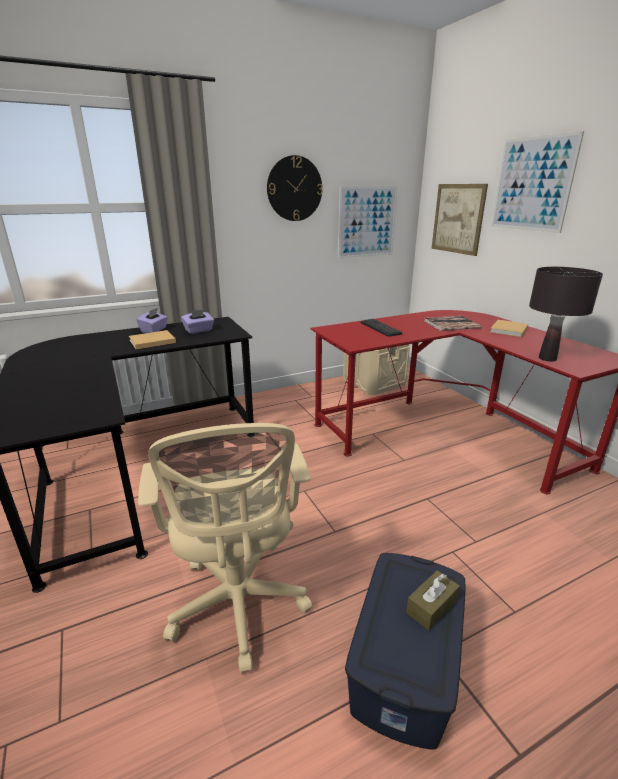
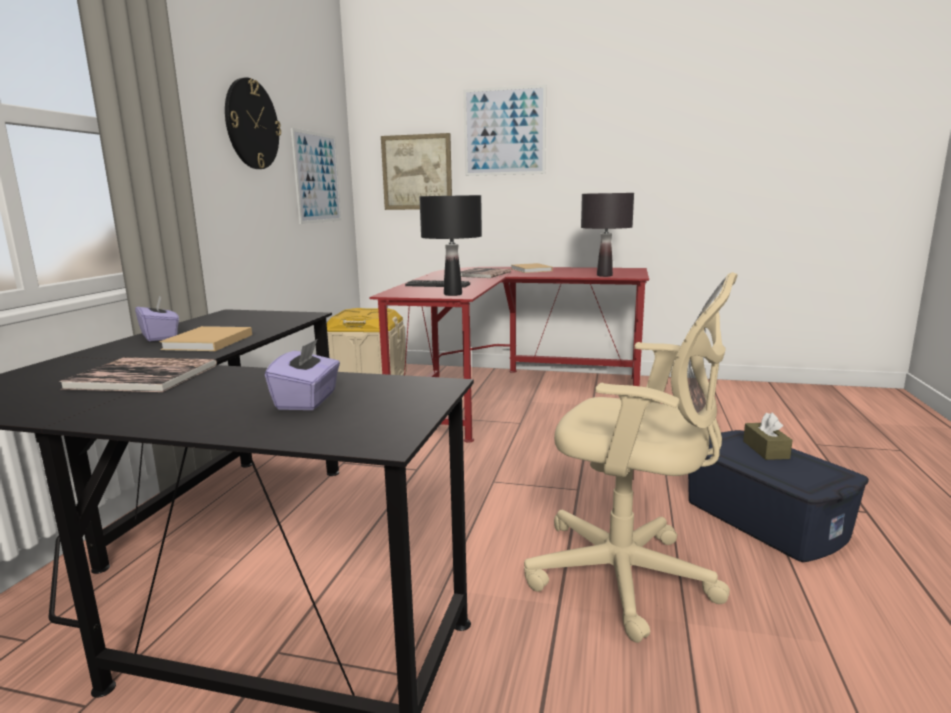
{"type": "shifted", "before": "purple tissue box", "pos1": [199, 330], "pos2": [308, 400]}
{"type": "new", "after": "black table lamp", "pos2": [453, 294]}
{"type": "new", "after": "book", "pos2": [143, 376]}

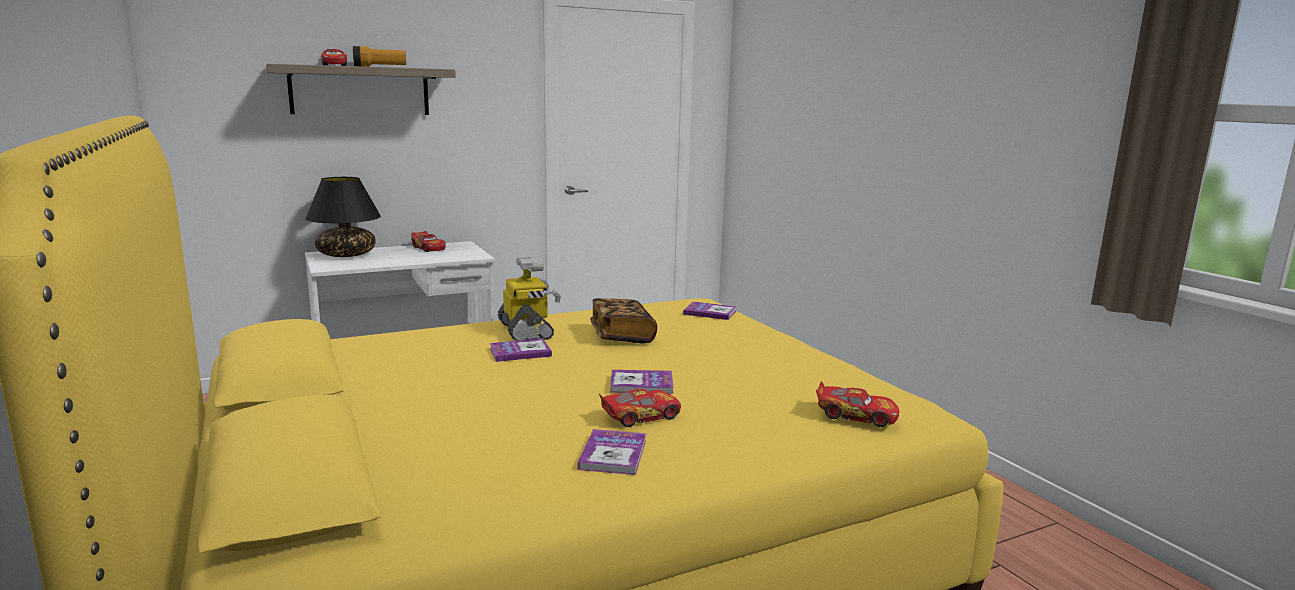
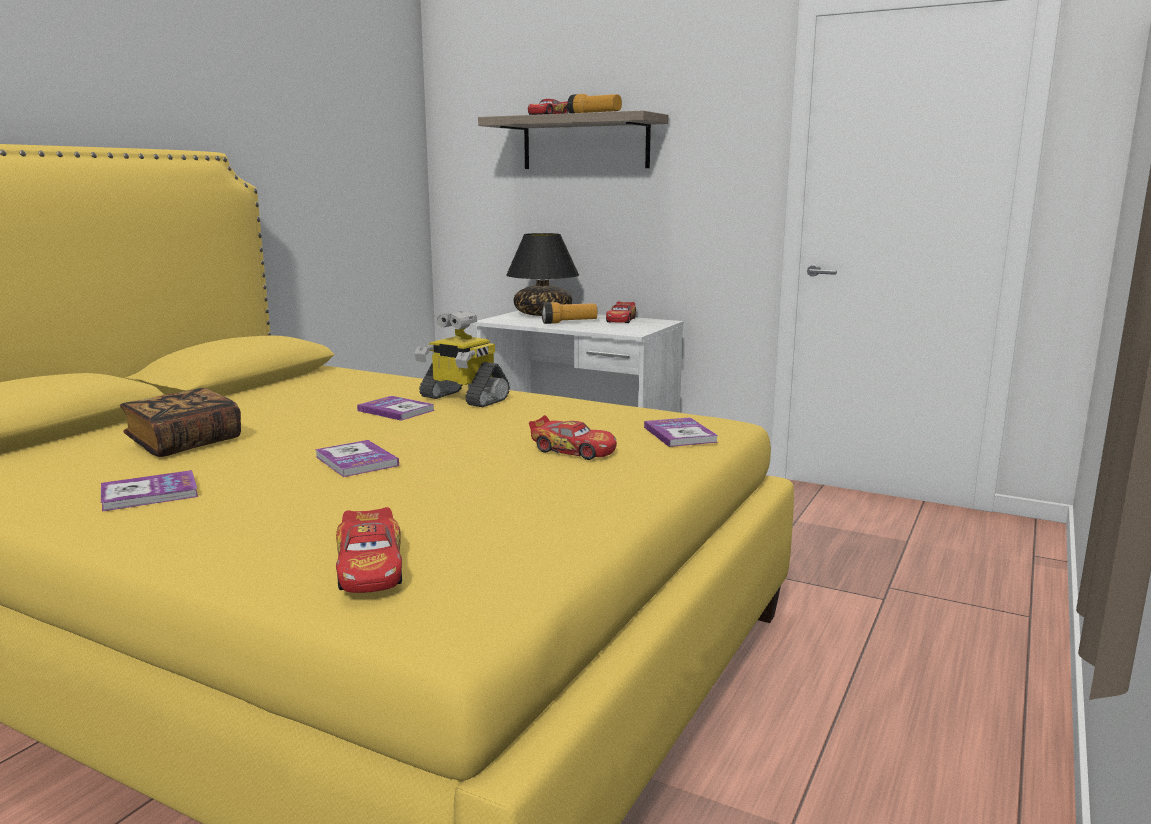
{"type": "rotated", "before": "toy robot", "pos1": [527, 331], "pos2": [462, 398], "turn": 90}
{"type": "shifted", "before": "book", "pos1": [622, 336], "pos2": [184, 443]}
{"type": "shifted", "before": "toy car", "pos1": [641, 416], "pos2": [573, 450]}
{"type": "new", "after": "flashlight", "pos2": [569, 322]}

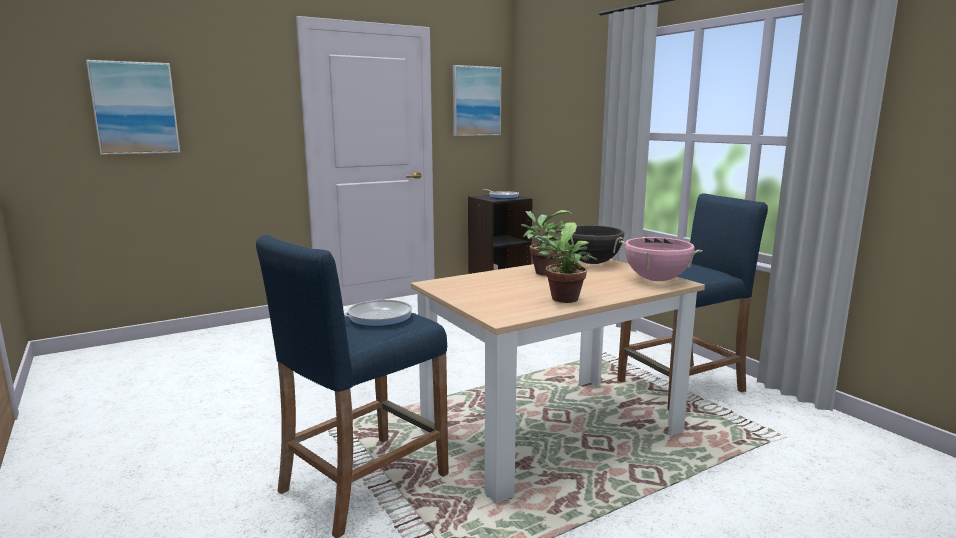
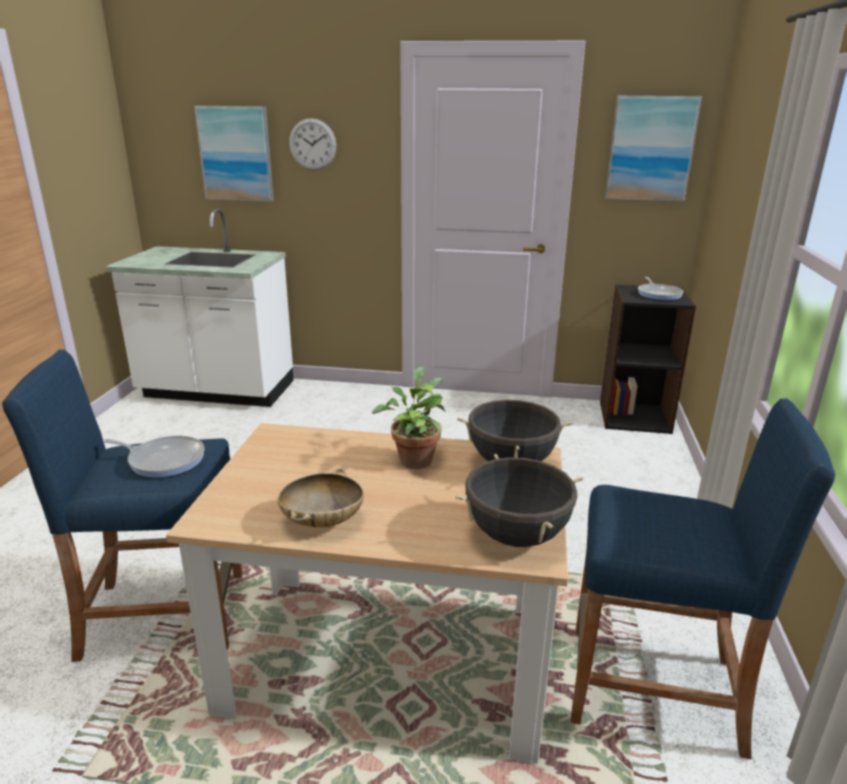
{"type": "swapped", "before": "potted plant", "after": "beige bowl", "pos1": [563, 300], "pos2": [322, 521]}
{"type": "repainted", "before": "pink cooking pot", "after": "black cooking pot", "pos1": [656, 280], "pos2": [516, 536]}
{"type": "new", "after": "wall clock", "pos2": [312, 144]}
{"type": "new", "after": "white counter", "pos2": [217, 392]}

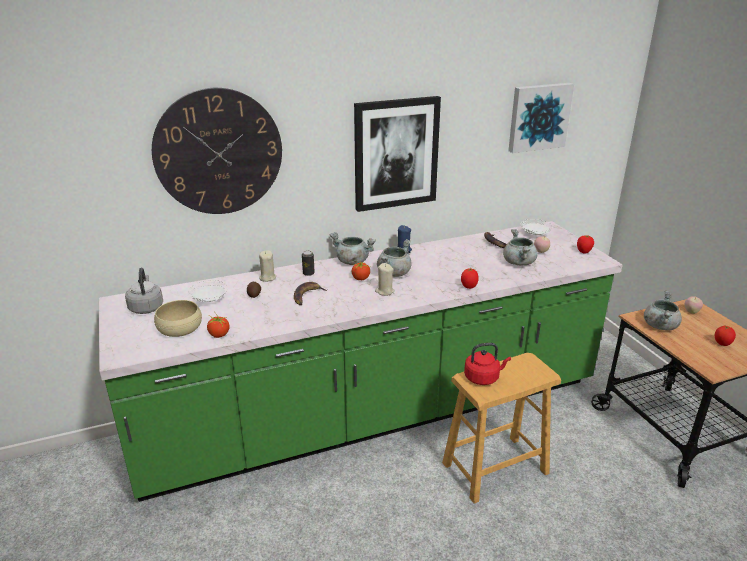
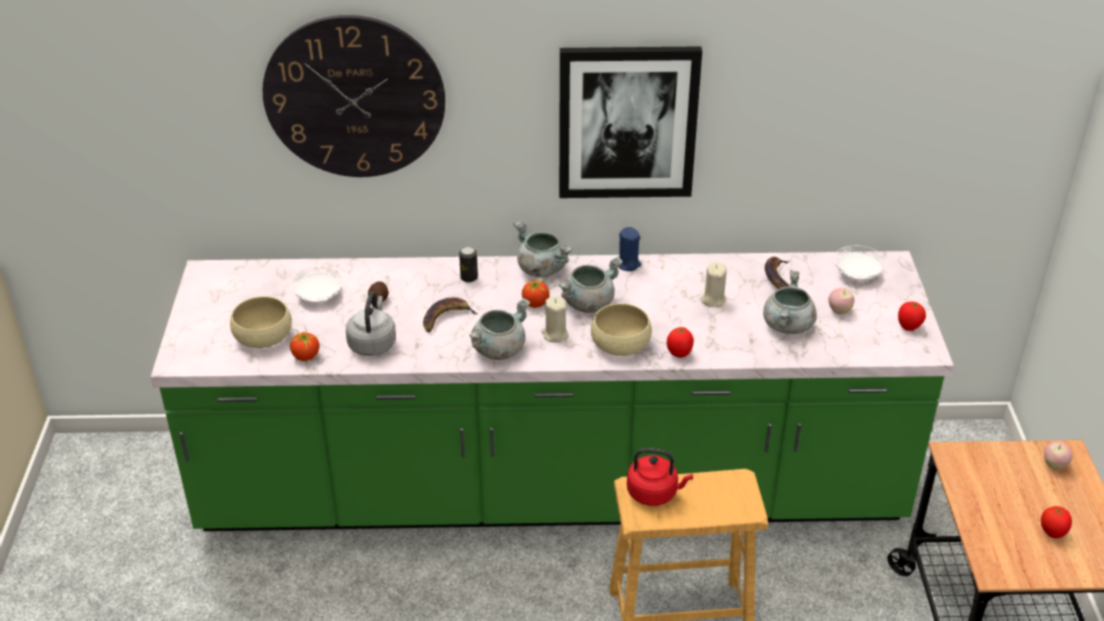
{"type": "gone", "before": "picture", "pos1": [538, 117]}
{"type": "shifted", "before": "beige candle", "pos1": [267, 277], "pos2": [713, 299]}
{"type": "shifted", "before": "grey kettle", "pos1": [146, 307], "pos2": [373, 343]}
{"type": "shifted", "before": "grey cooking pot", "pos1": [660, 325], "pos2": [498, 349]}
{"type": "new", "after": "beige bowl", "pos2": [620, 344]}

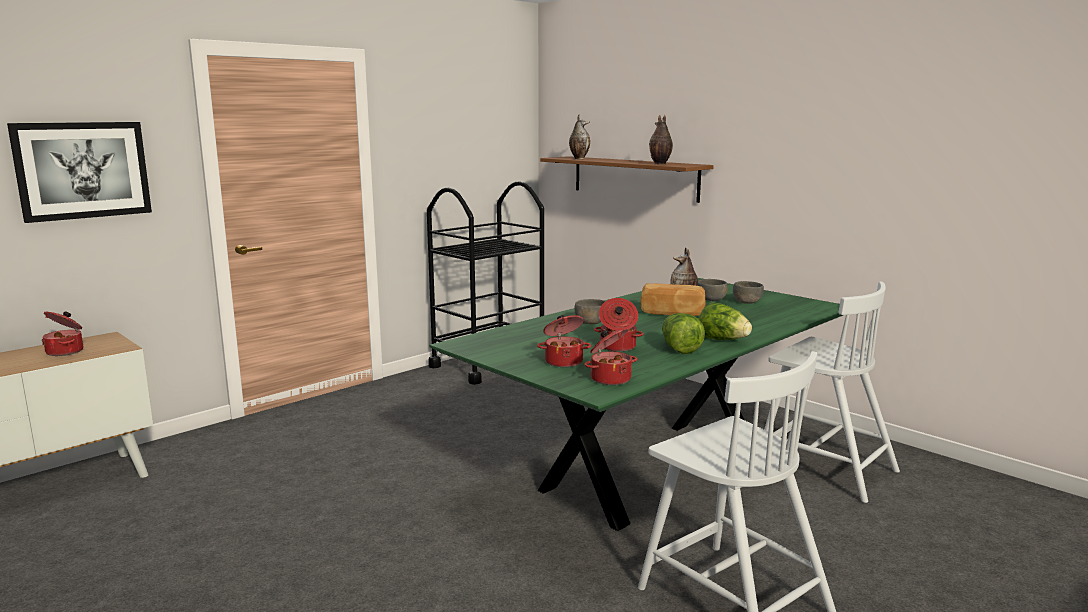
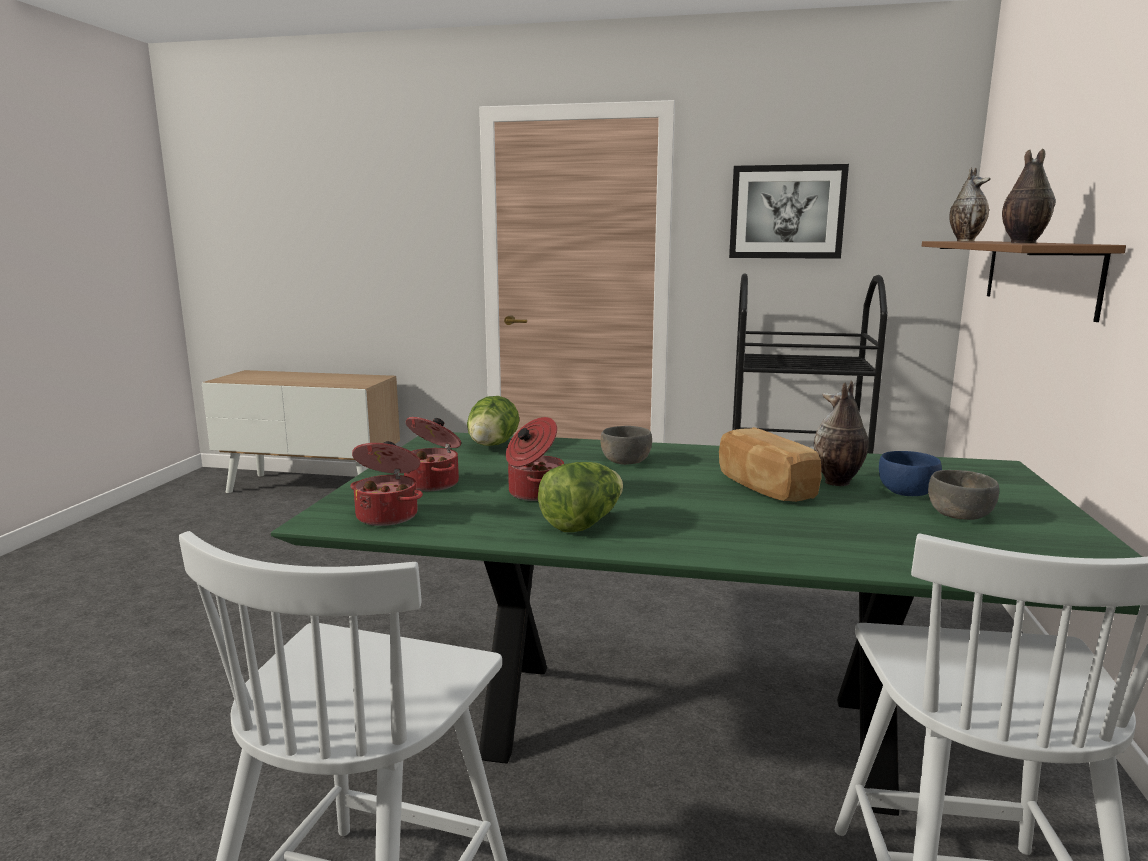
{"type": "shifted", "before": "picture", "pos1": [83, 170], "pos2": [786, 212]}
{"type": "repainted", "before": "grey bowl", "after": "blue bowl", "pos1": [711, 299], "pos2": [907, 492]}
{"type": "shifted", "before": "lettuce", "pos1": [723, 340], "pos2": [491, 446]}
{"type": "gone", "before": "cooking pot", "pos1": [66, 351]}

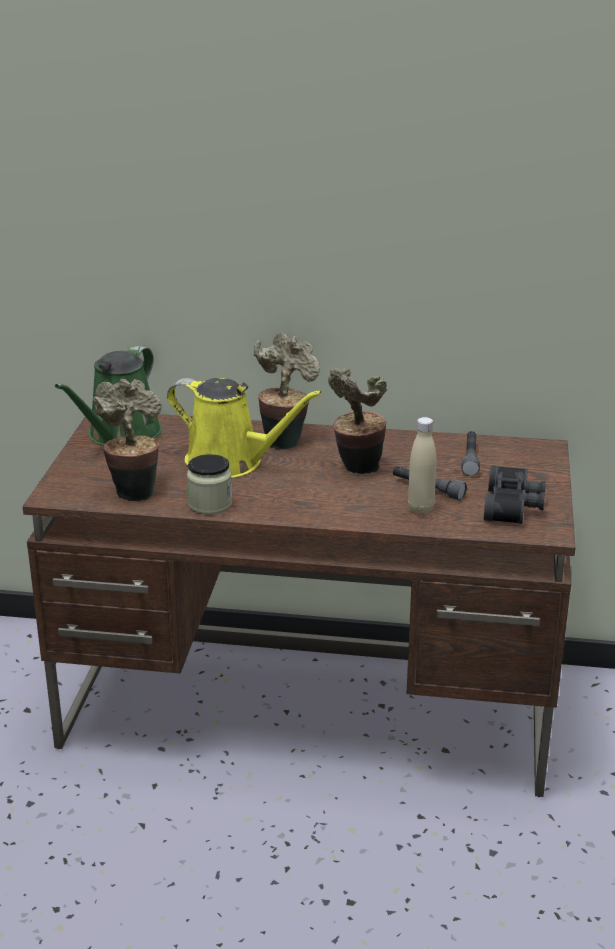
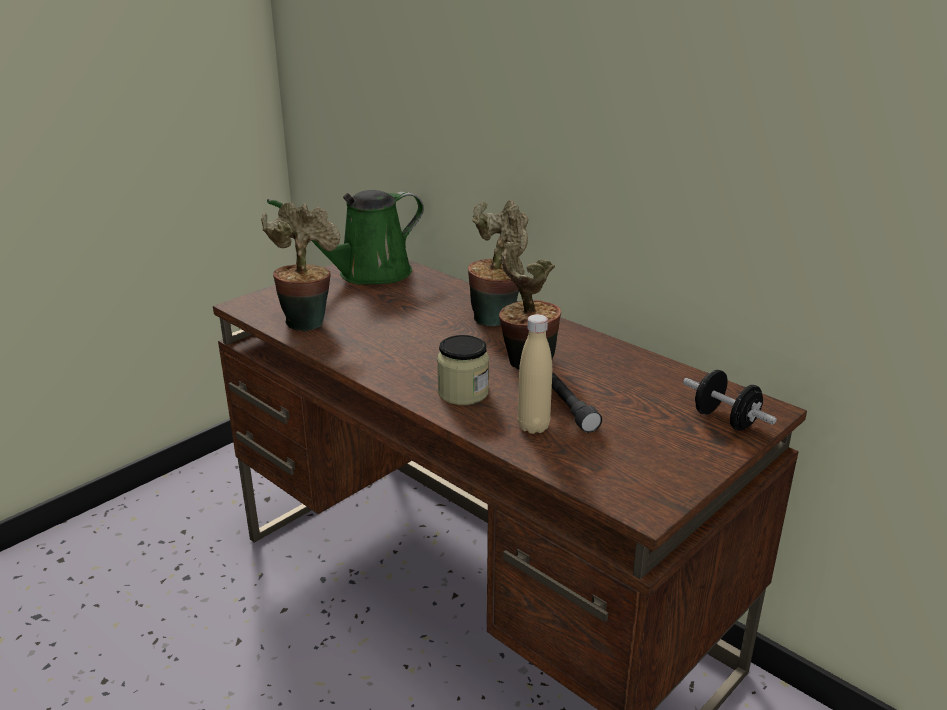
{"type": "gone", "before": "yellow watering can", "pos1": [231, 462]}
{"type": "gone", "before": "grey flashlight", "pos1": [470, 459]}
{"type": "shifted", "before": "jar", "pos1": [210, 504], "pos2": [463, 393]}
{"type": "gone", "before": "black binoculars", "pos1": [514, 506]}
{"type": "new", "after": "black dumbbell", "pos2": [725, 420]}

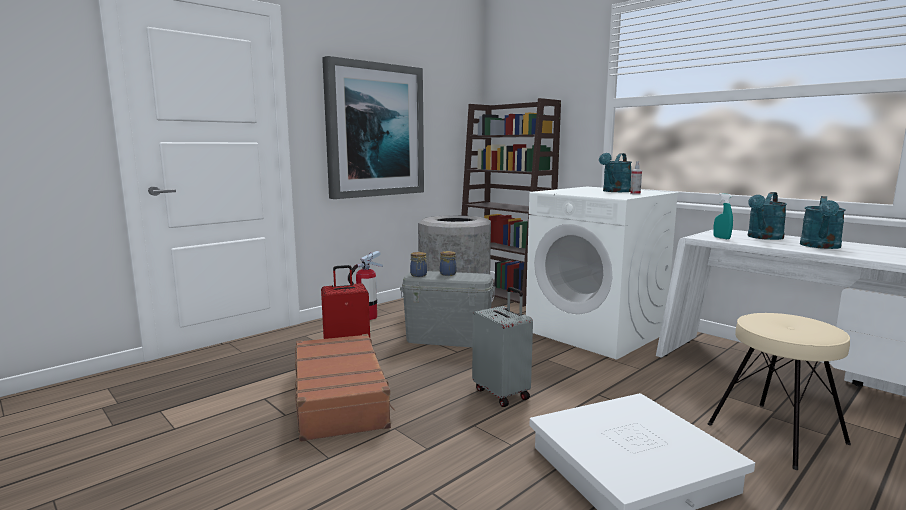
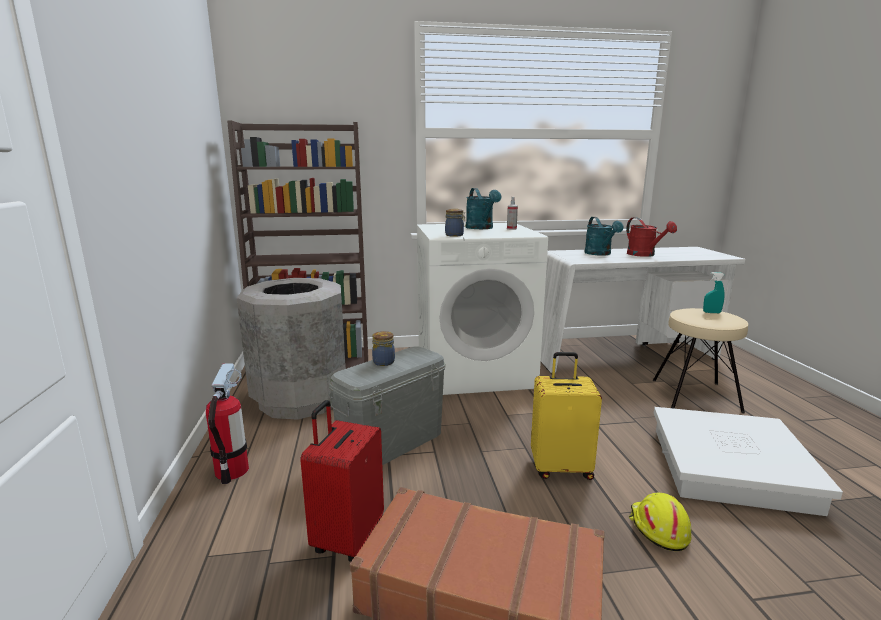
{"type": "gone", "before": "picture", "pos1": [374, 130]}
{"type": "shifted", "before": "turquoise spray bottle", "pos1": [721, 238], "pos2": [711, 312]}
{"type": "repainted", "before": "turquoise watering can", "after": "red watering can", "pos1": [820, 246], "pos2": [644, 255]}
{"type": "shifted", "before": "jar", "pos1": [418, 275], "pos2": [455, 235]}
{"type": "repainted", "before": "grey suitcase", "after": "yellow suitcase", "pos1": [502, 393], "pos2": [561, 467]}
{"type": "new", "after": "yellow hard hat", "pos2": [657, 528]}

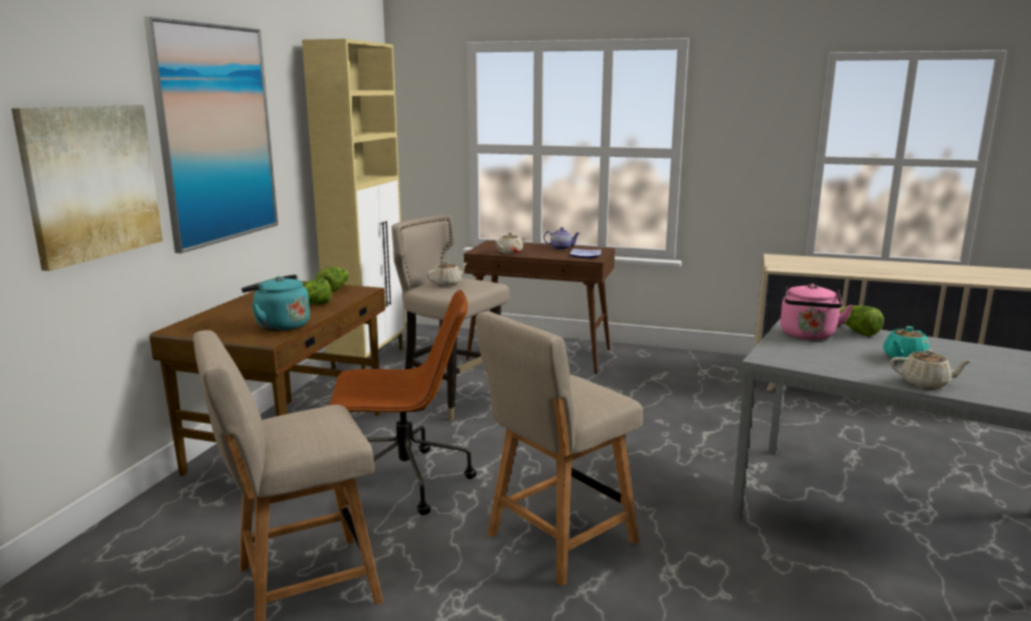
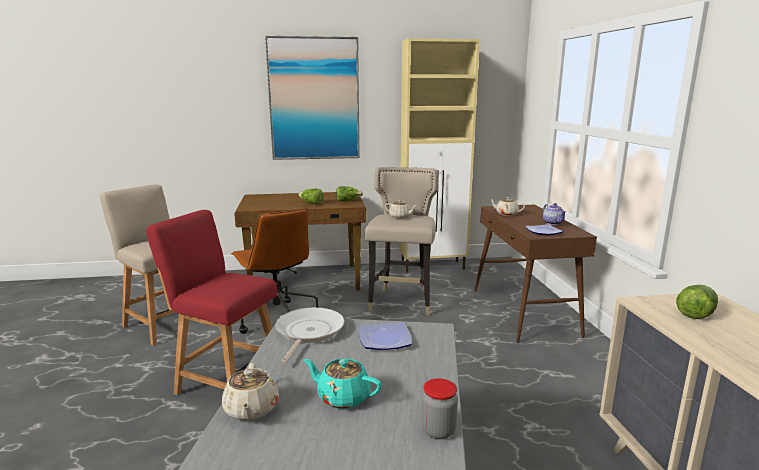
{"type": "gone", "before": "picture", "pos1": [92, 182]}
{"type": "gone", "before": "turquoise kettle", "pos1": [280, 325]}
{"type": "swapped", "before": "pink kettle", "after": "plate", "pos1": [808, 336], "pos2": [384, 339]}
{"type": "shifted", "before": "lettuce", "pos1": [856, 331], "pos2": [695, 312]}
{"type": "repainted", "before": "beige chair", "after": "red chair", "pos1": [556, 541], "pos2": [226, 381]}
{"type": "new", "after": "frying pan", "pos2": [308, 332]}
{"type": "new", "after": "jar", "pos2": [438, 430]}

